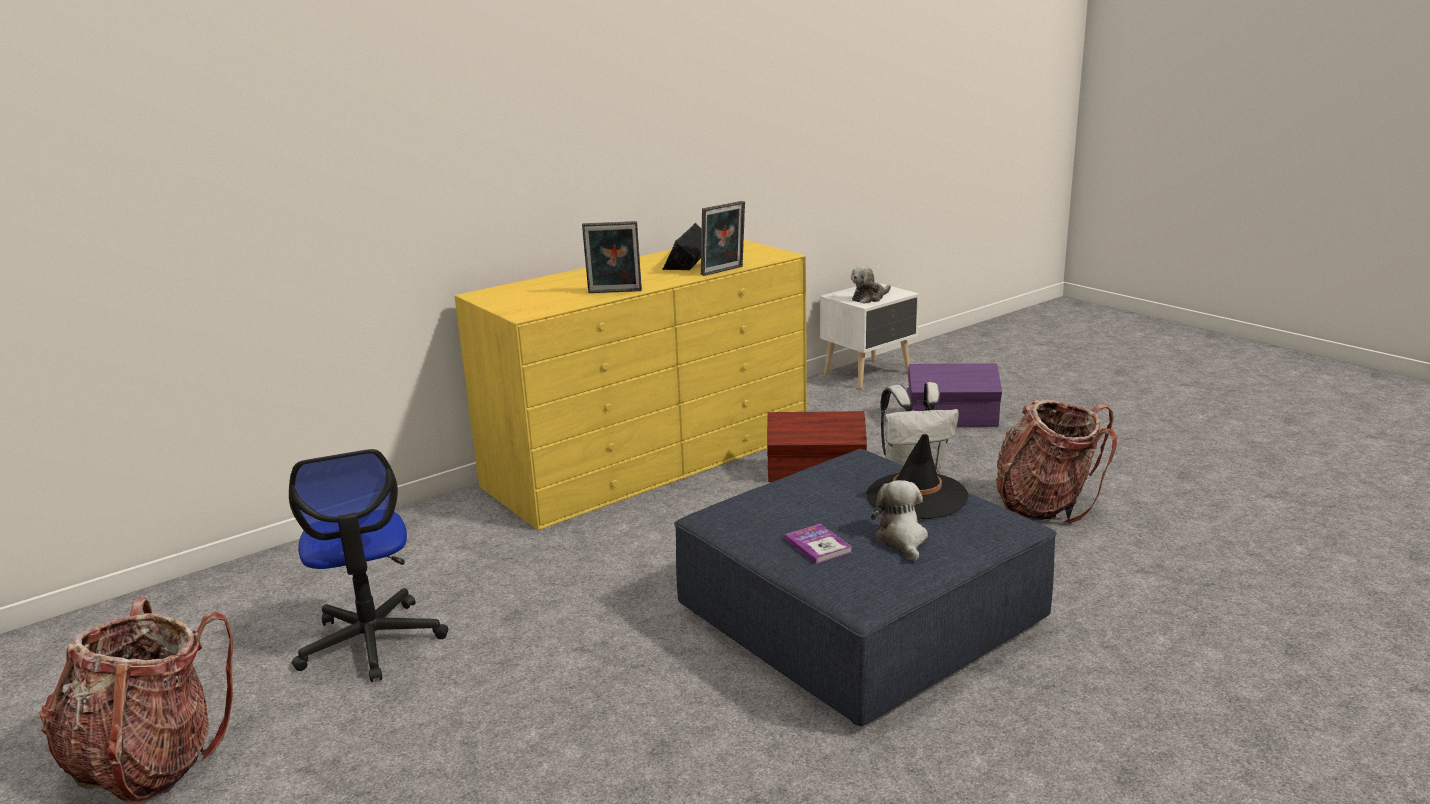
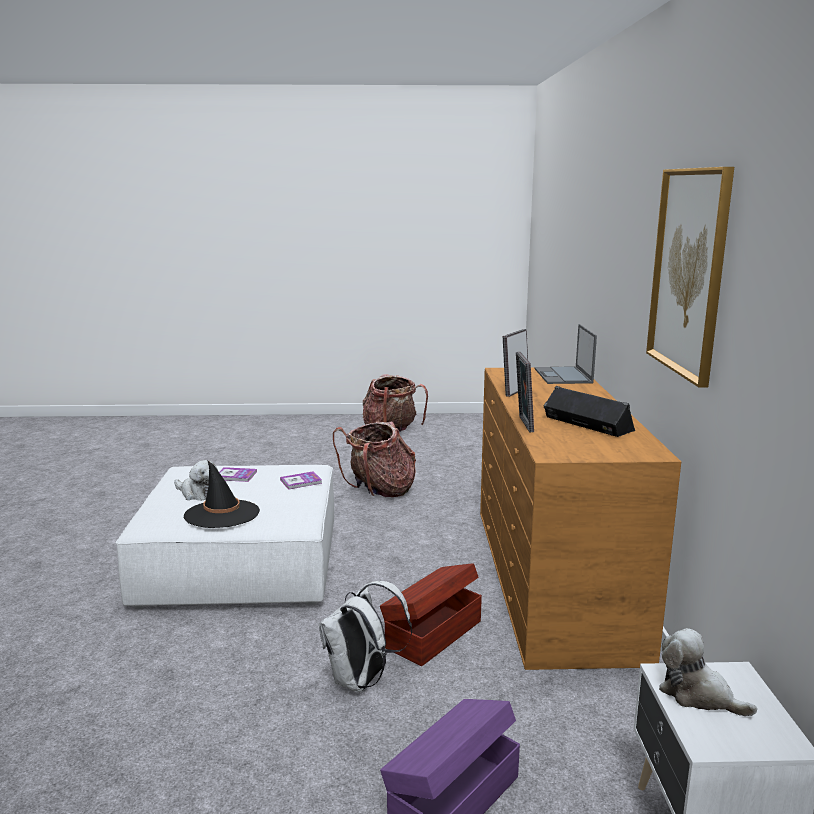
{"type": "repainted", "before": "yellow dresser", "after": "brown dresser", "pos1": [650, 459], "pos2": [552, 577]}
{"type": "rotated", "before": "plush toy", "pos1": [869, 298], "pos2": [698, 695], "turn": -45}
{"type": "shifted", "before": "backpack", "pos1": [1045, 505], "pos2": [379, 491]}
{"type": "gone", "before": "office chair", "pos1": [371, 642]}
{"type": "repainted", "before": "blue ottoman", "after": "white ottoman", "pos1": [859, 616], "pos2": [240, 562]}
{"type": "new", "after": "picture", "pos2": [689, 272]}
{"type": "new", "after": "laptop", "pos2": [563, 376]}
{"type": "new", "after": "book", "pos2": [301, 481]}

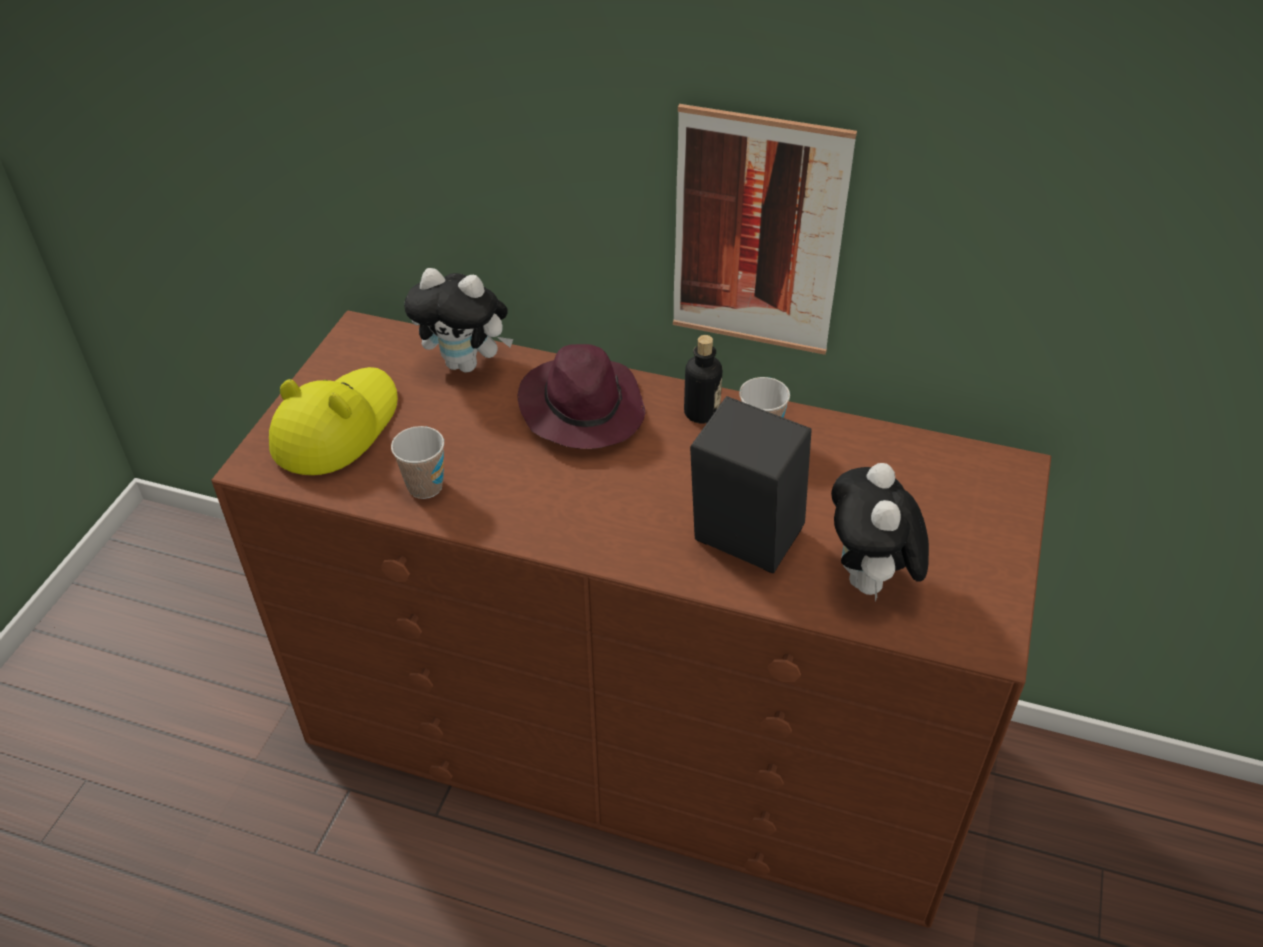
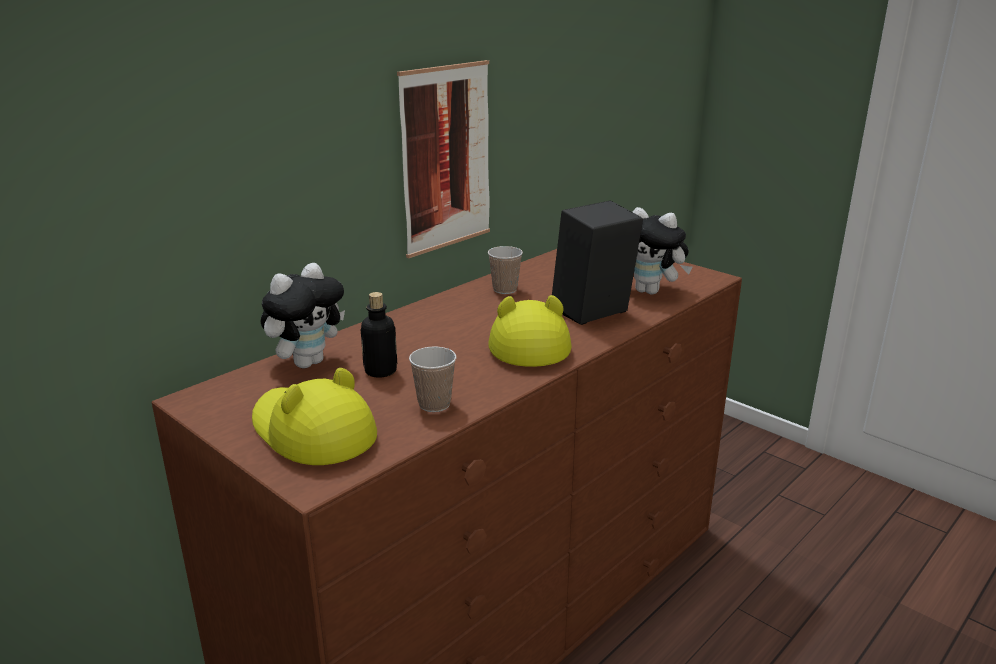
{"type": "shifted", "before": "bottle", "pos1": [701, 412], "pos2": [380, 371]}
{"type": "gone", "before": "purple hat", "pos1": [581, 408]}
{"type": "new", "after": "yellow hat", "pos2": [527, 343]}

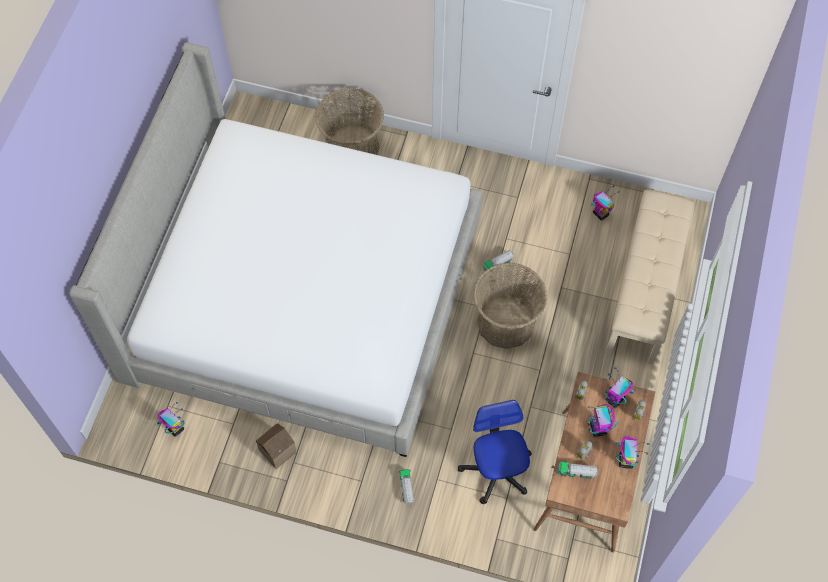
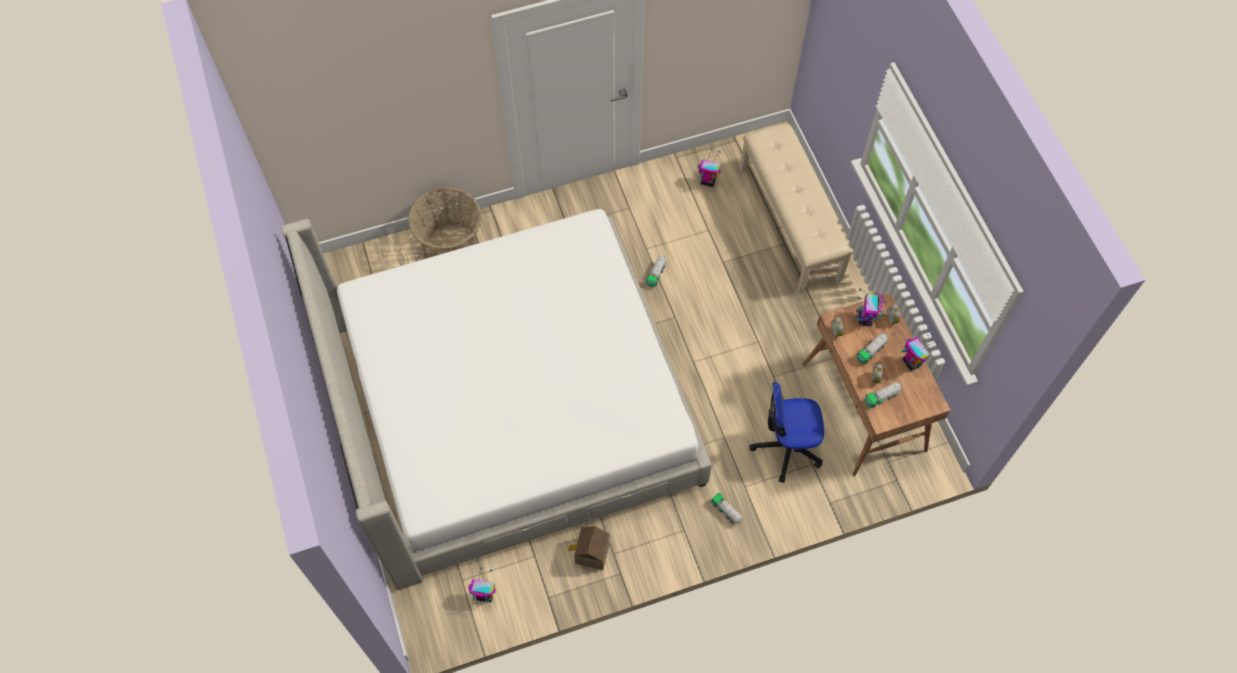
{"type": "gone", "before": "basket", "pos1": [506, 322]}
{"type": "rotated", "before": "office chair", "pos1": [496, 470], "pos2": [787, 447], "turn": -45}
{"type": "swapped", "before": "toy robot", "after": "toy truck", "pos1": [598, 429], "pos2": [871, 351]}

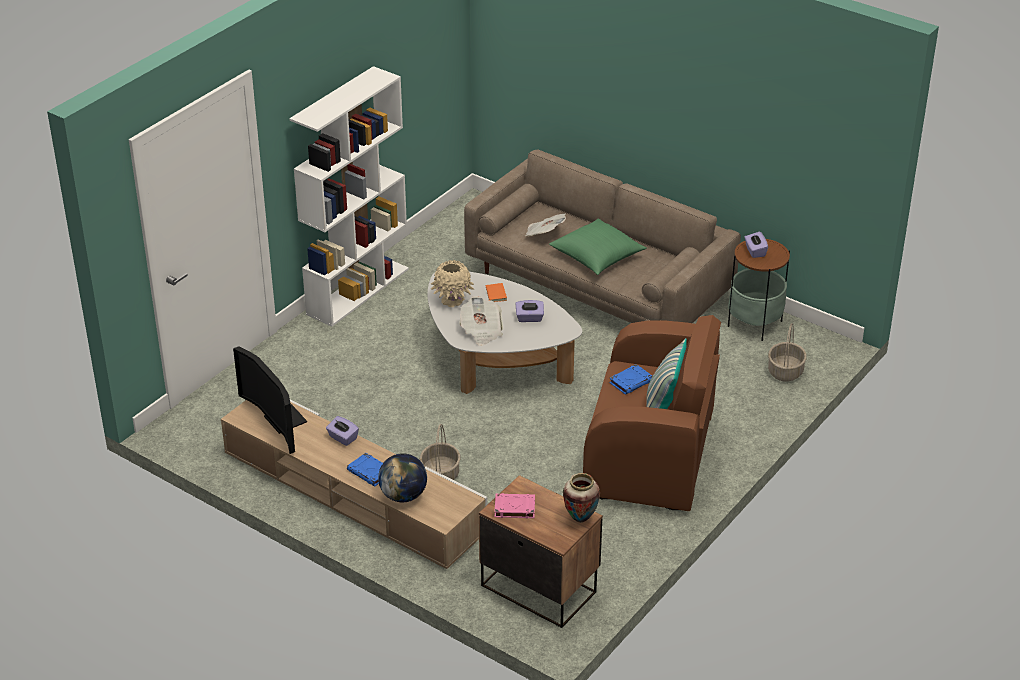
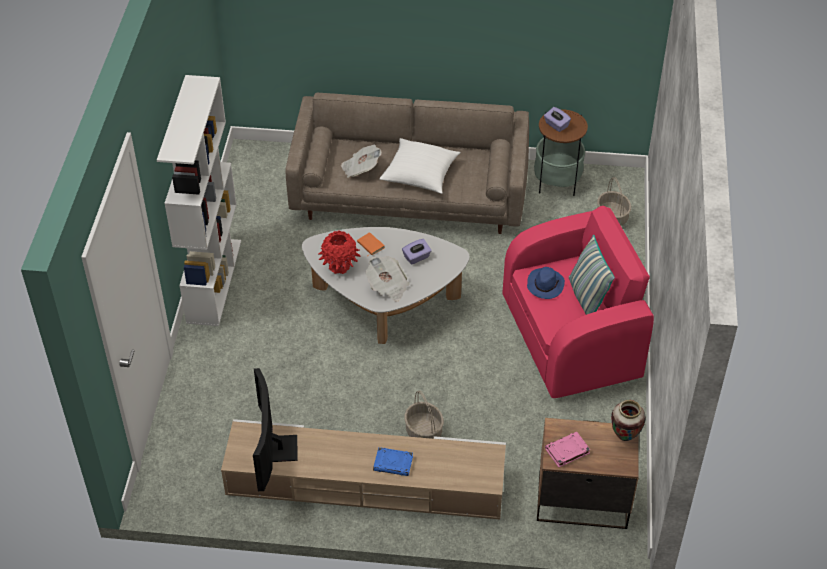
{"type": "repainted", "before": "green pillow", "after": "white pillow", "pos1": [597, 257], "pos2": [420, 174]}
{"type": "repainted", "before": "beige vase", "after": "red vase", "pos1": [452, 300], "pos2": [339, 266]}
{"type": "repainted", "before": "brown armchair", "after": "pink armchair", "pos1": [651, 455], "pos2": [572, 337]}
{"type": "rotated", "before": "television", "pos1": [279, 421], "pos2": [275, 448], "turn": 60}
{"type": "swapped", "before": "blue book", "after": "blue hat", "pos1": [631, 382], "pos2": [545, 285]}
{"type": "gone", "before": "purple tissue box", "pos1": [342, 438]}
{"type": "gone", "before": "globe", "pos1": [403, 495]}

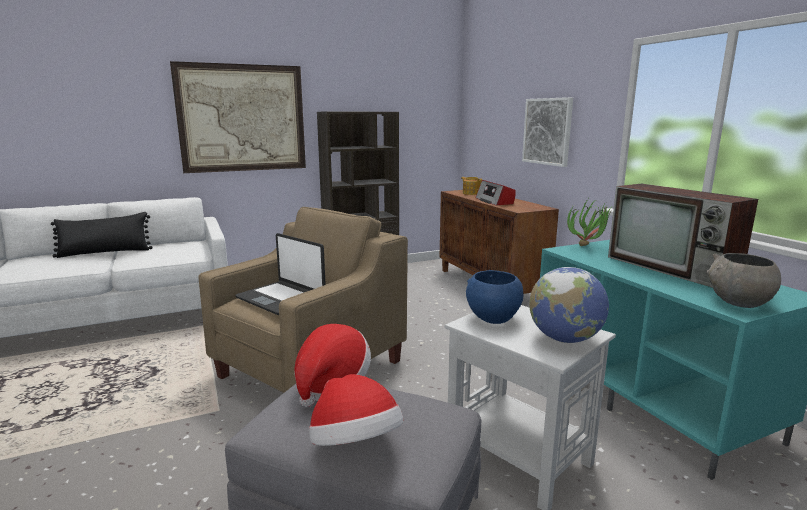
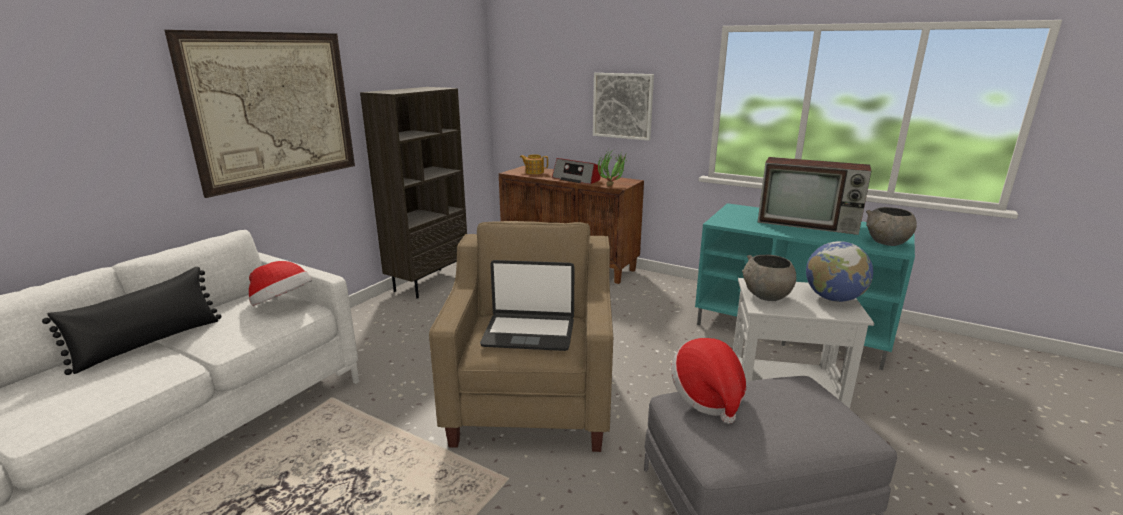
{"type": "shifted", "before": "potted plant", "pos1": [589, 246], "pos2": [613, 186]}
{"type": "repainted", "before": "blue bowl", "after": "grey bowl", "pos1": [493, 318], "pos2": [766, 296]}
{"type": "shifted", "before": "hat", "pos1": [355, 446], "pos2": [282, 305]}

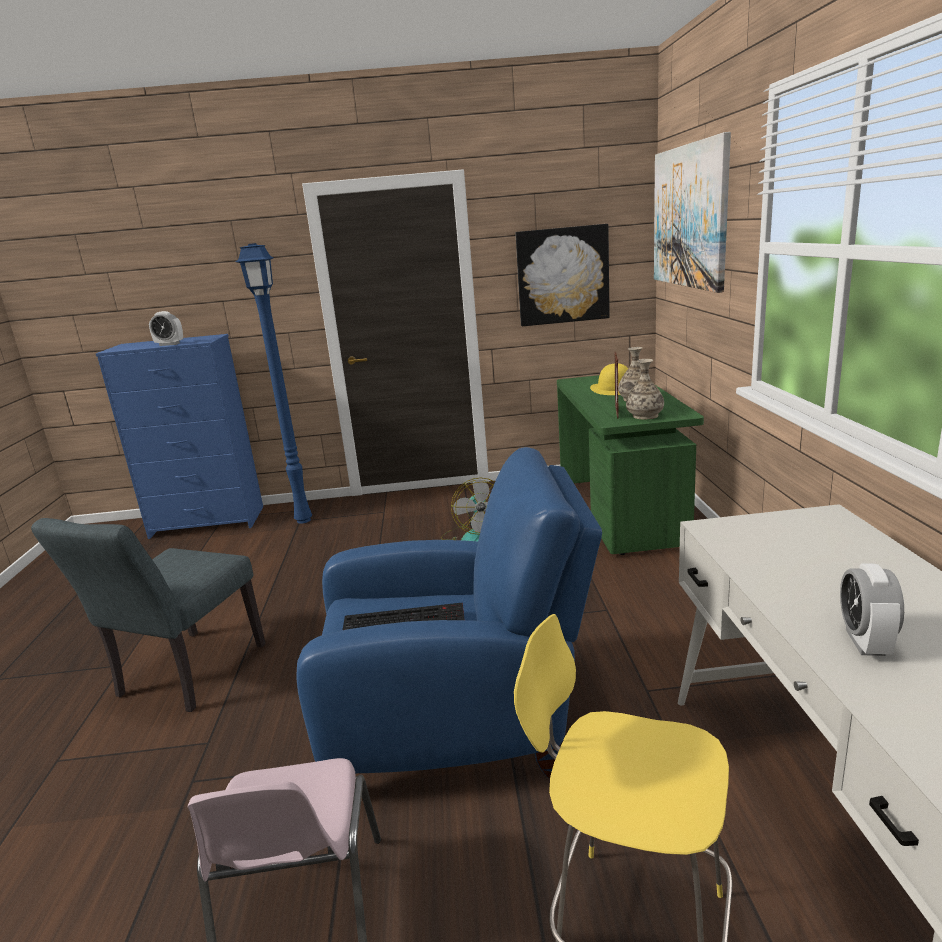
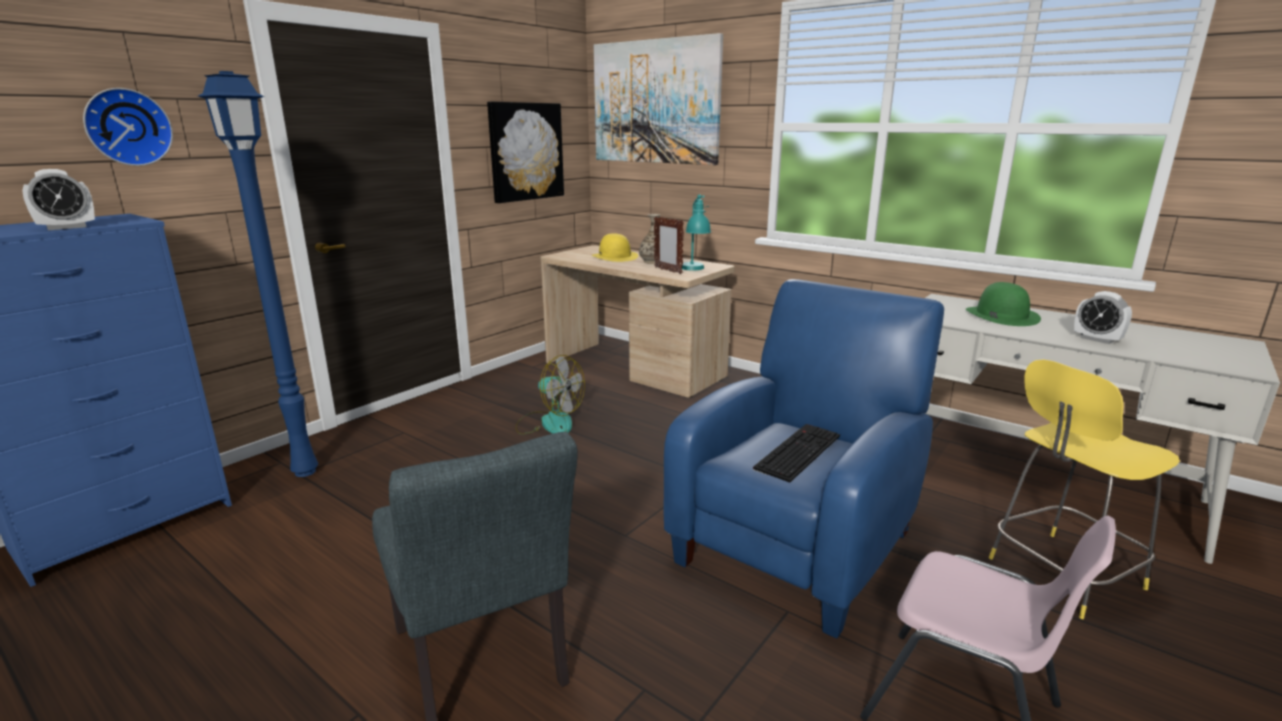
{"type": "swapped", "before": "vase", "after": "turquoise table lamp", "pos1": [645, 416], "pos2": [695, 270]}
{"type": "repainted", "before": "green desk", "after": "beige desk", "pos1": [622, 511], "pos2": [635, 370]}
{"type": "new", "after": "wall clock", "pos2": [127, 127]}
{"type": "new", "after": "green hat", "pos2": [1001, 315]}

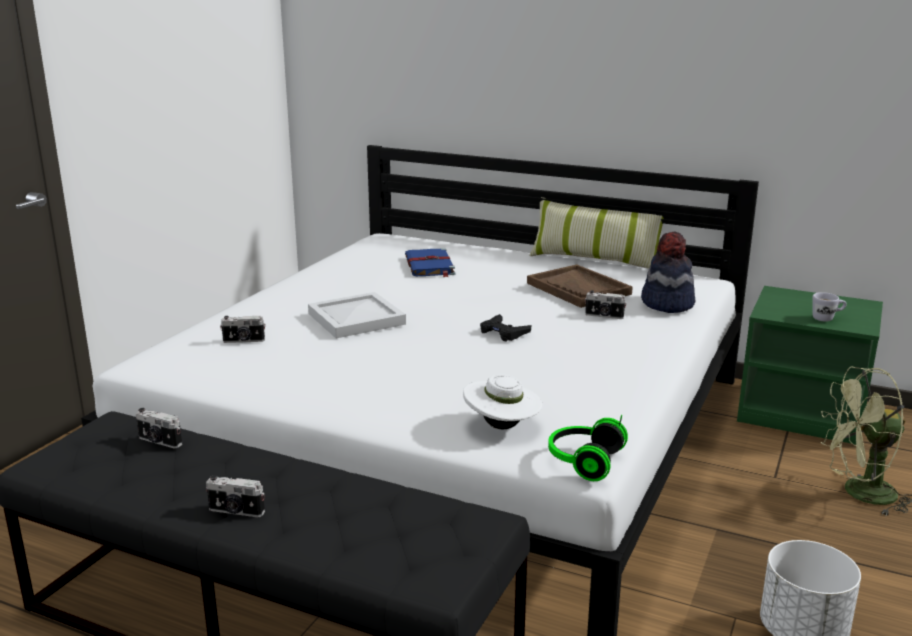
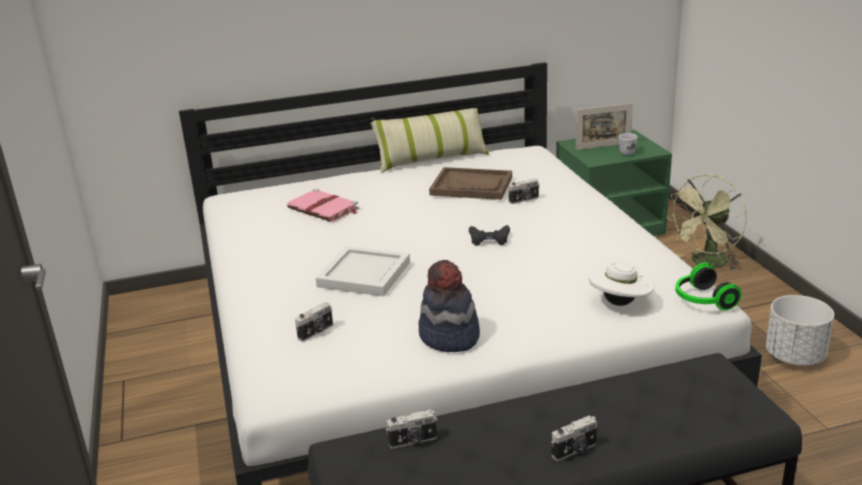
{"type": "shifted", "before": "hat", "pos1": [667, 303], "pos2": [449, 337]}
{"type": "repainted", "before": "blue book", "after": "pink book", "pos1": [429, 266], "pos2": [324, 209]}
{"type": "new", "after": "picture frame", "pos2": [603, 146]}

